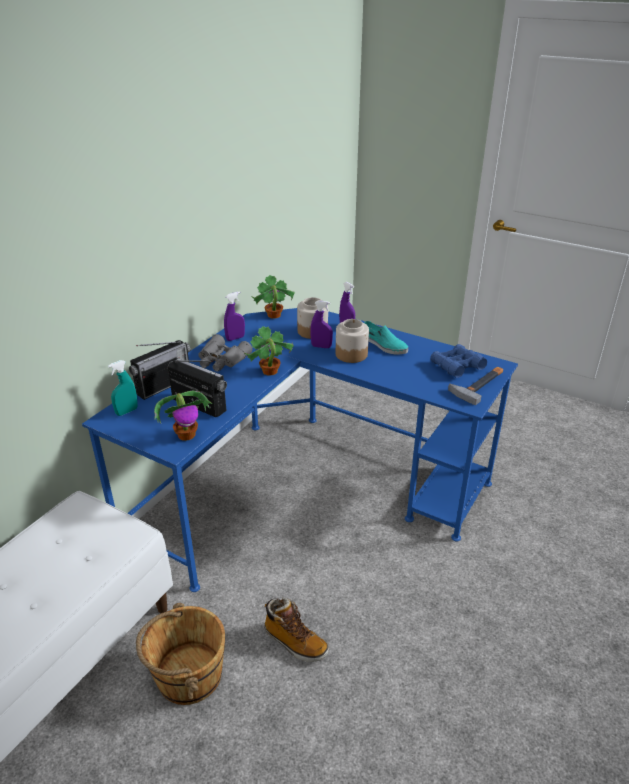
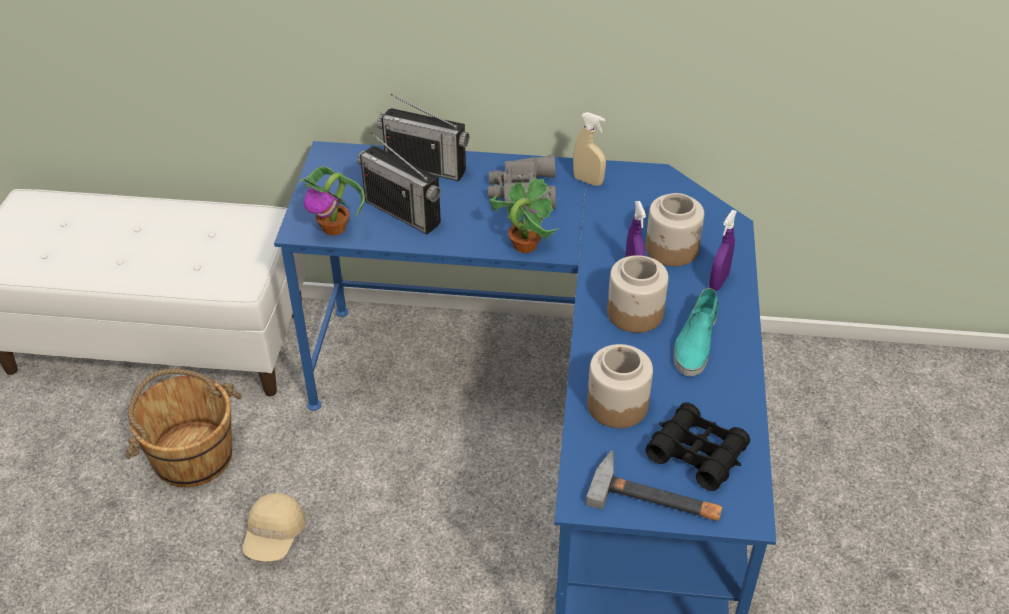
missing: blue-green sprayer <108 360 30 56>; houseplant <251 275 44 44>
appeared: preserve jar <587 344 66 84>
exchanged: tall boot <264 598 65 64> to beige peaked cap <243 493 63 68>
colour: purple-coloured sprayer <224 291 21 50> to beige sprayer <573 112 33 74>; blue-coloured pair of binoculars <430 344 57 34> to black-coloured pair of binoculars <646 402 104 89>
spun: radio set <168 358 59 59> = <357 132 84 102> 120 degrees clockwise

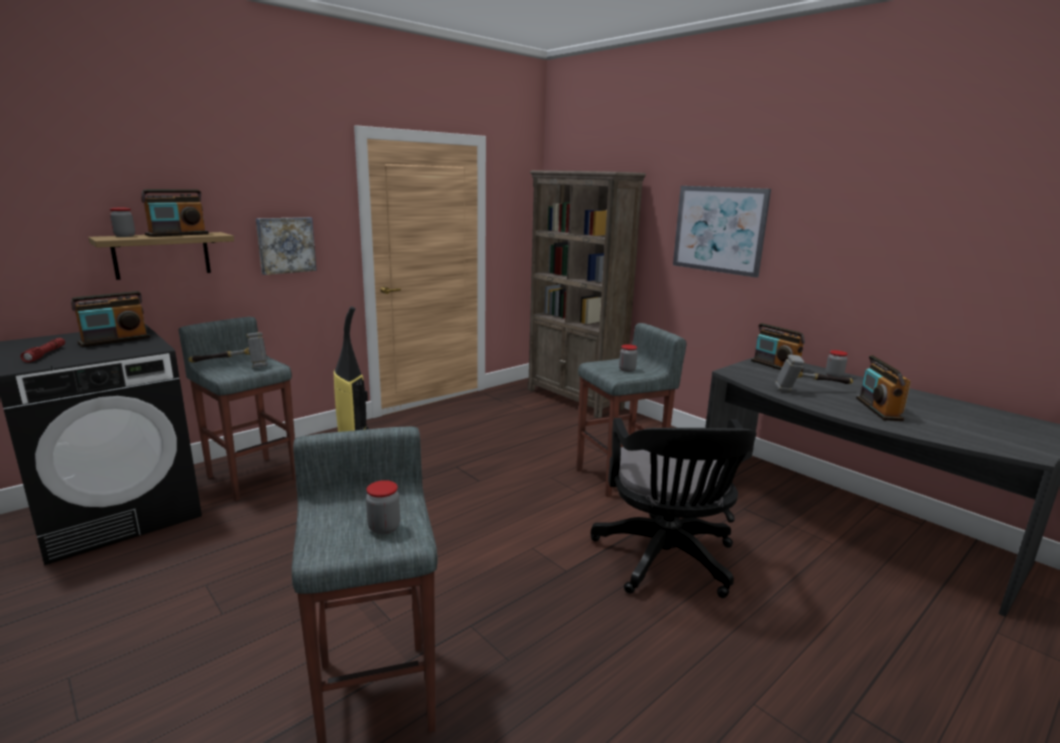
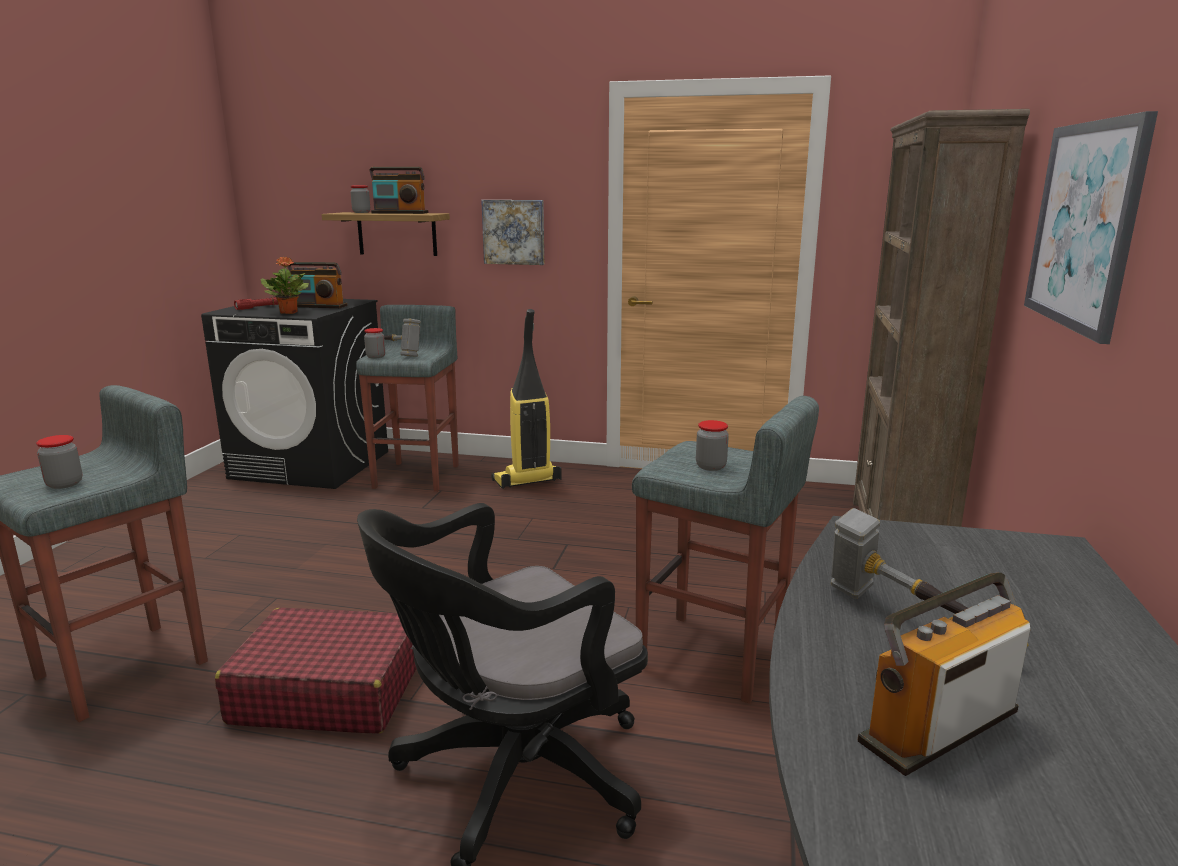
missing: radio set <751 323 54 49>
appeared: reddish piece of luggage <215 608 202 126>; houseplant <261 257 48 57>
relocated: preserve jar <825 350 23 27> to <364 328 21 31>

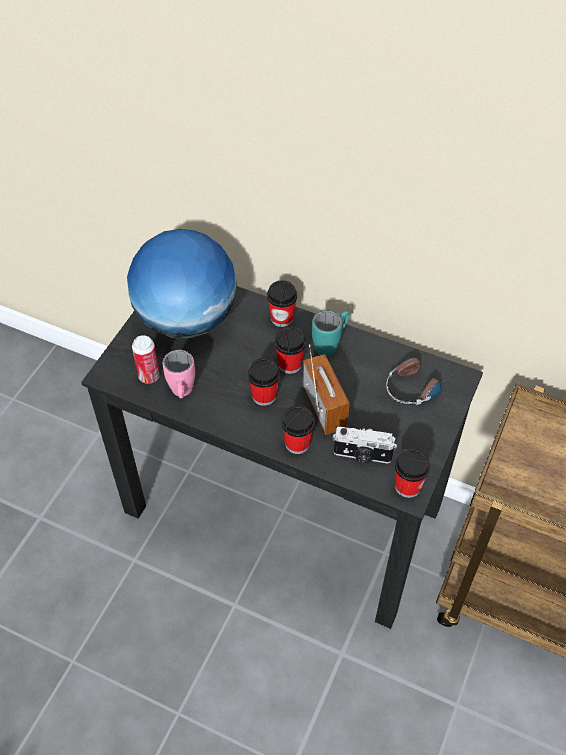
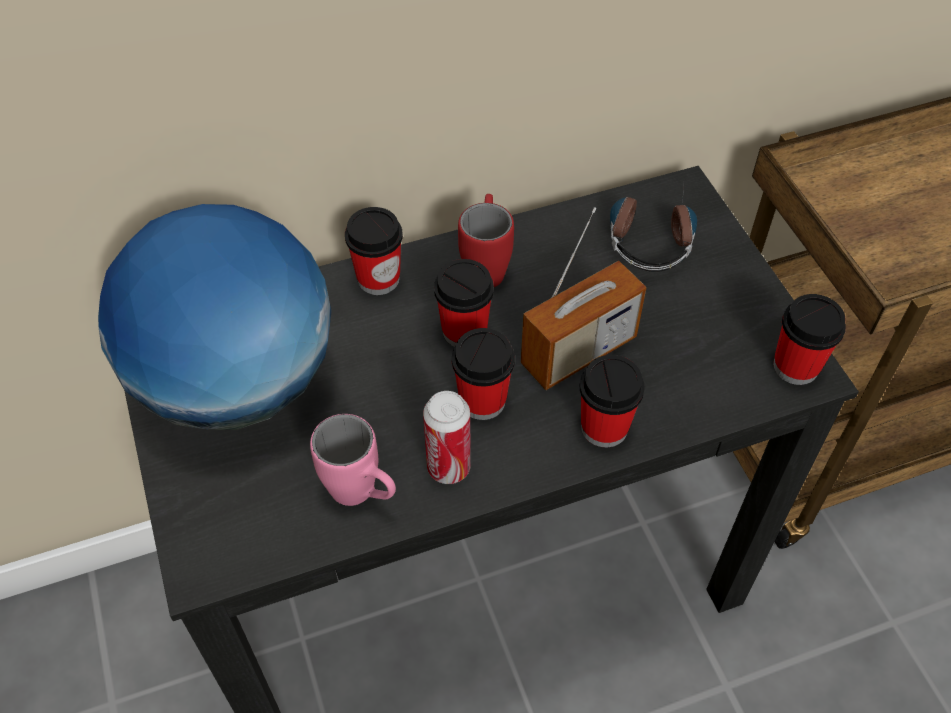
missing: photo camera <333 426 64 38>
relocated: can <132 335 28 49> to <423 391 48 93>
colour: blue-green mug <312 310 38 46> to reddish mug <458 194 56 93>
spun: radio set <303 344 47 91> = <521 207 125 183> 120 degrees clockwise

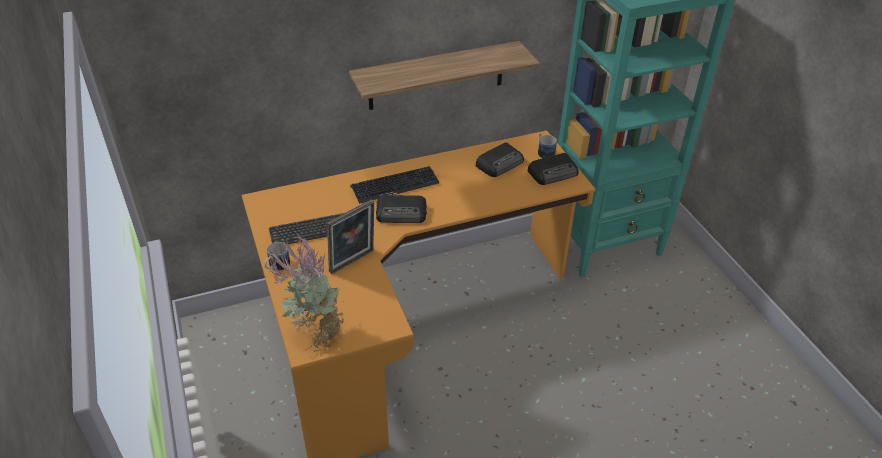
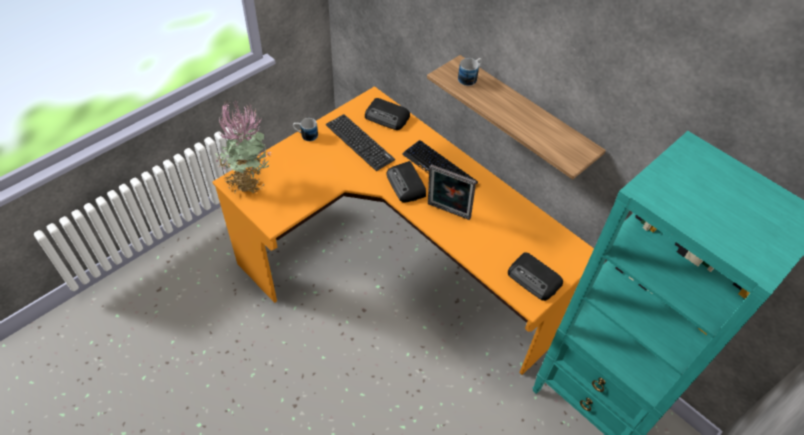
relocated: photo frame <327 199 47 75> to <428 164 48 56>; radio set <475 142 49 35> to <365 98 45 32>; mug <538 133 19 25> to <458 58 24 28>

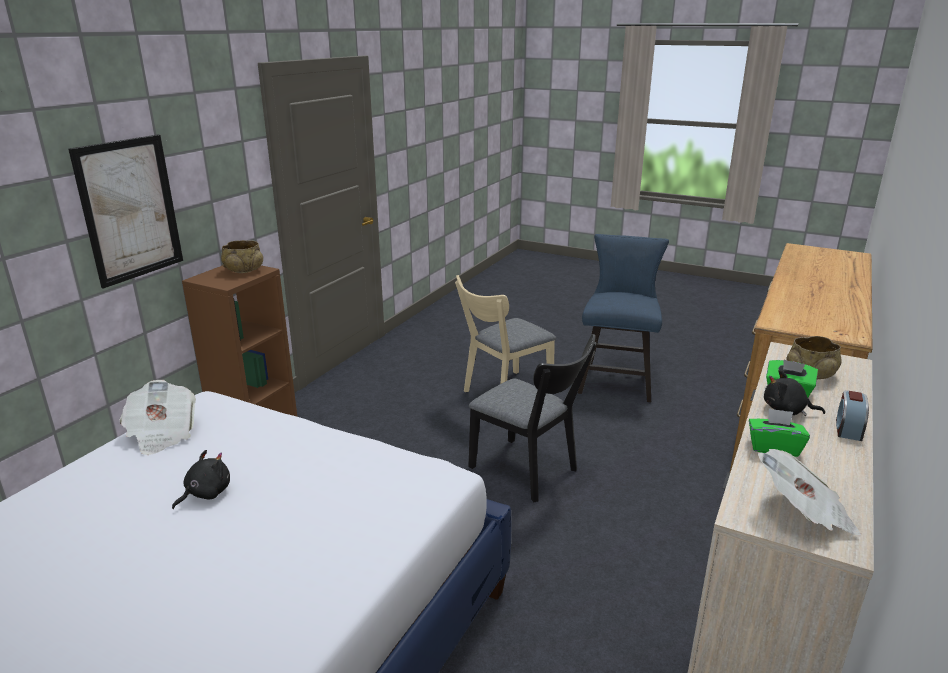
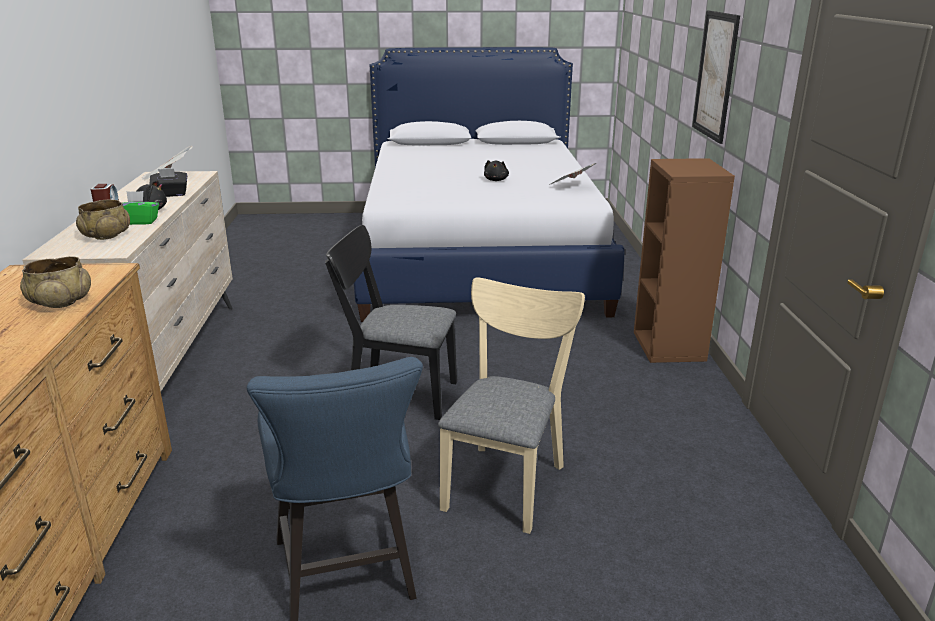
relocated: beige bowl <221 240 42 33> to <20 256 71 52>
colour: green-coloured box of tissues <749 408 61 49> to black-coloured box of tissues <149 169 38 28>

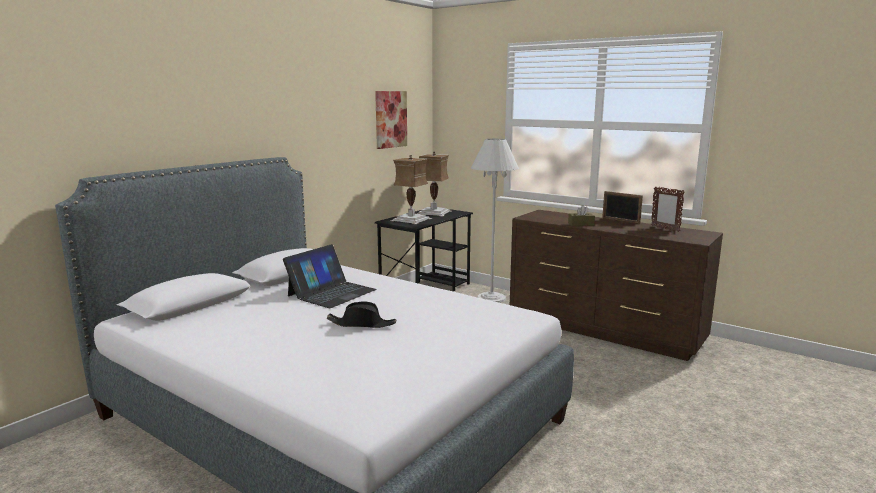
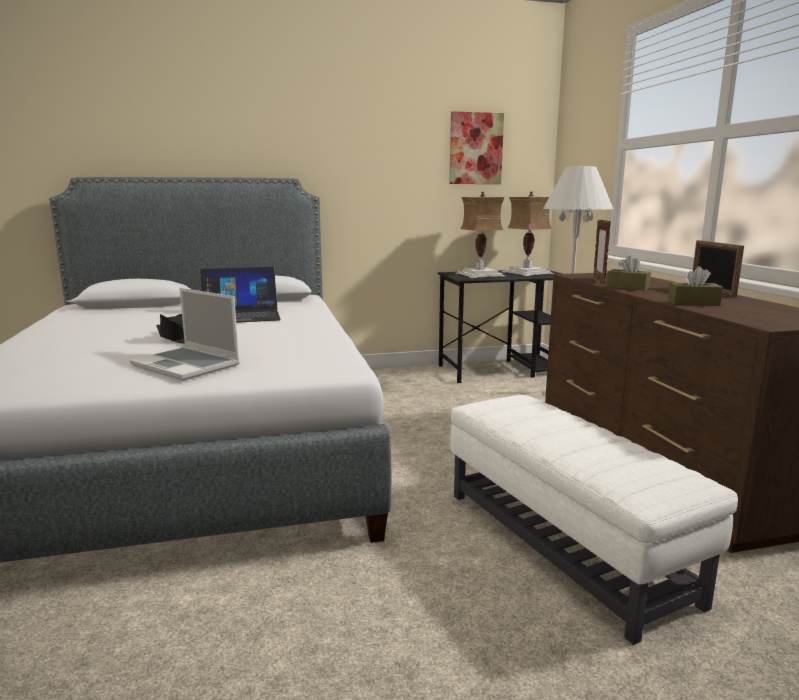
appeared: notebook computer <130 288 110 93>; white pouffe <450 395 288 250>; brown-coloured box of tissues <668 266 55 40>
relocated: photo frame <651 187 34 45> to <593 219 18 65>

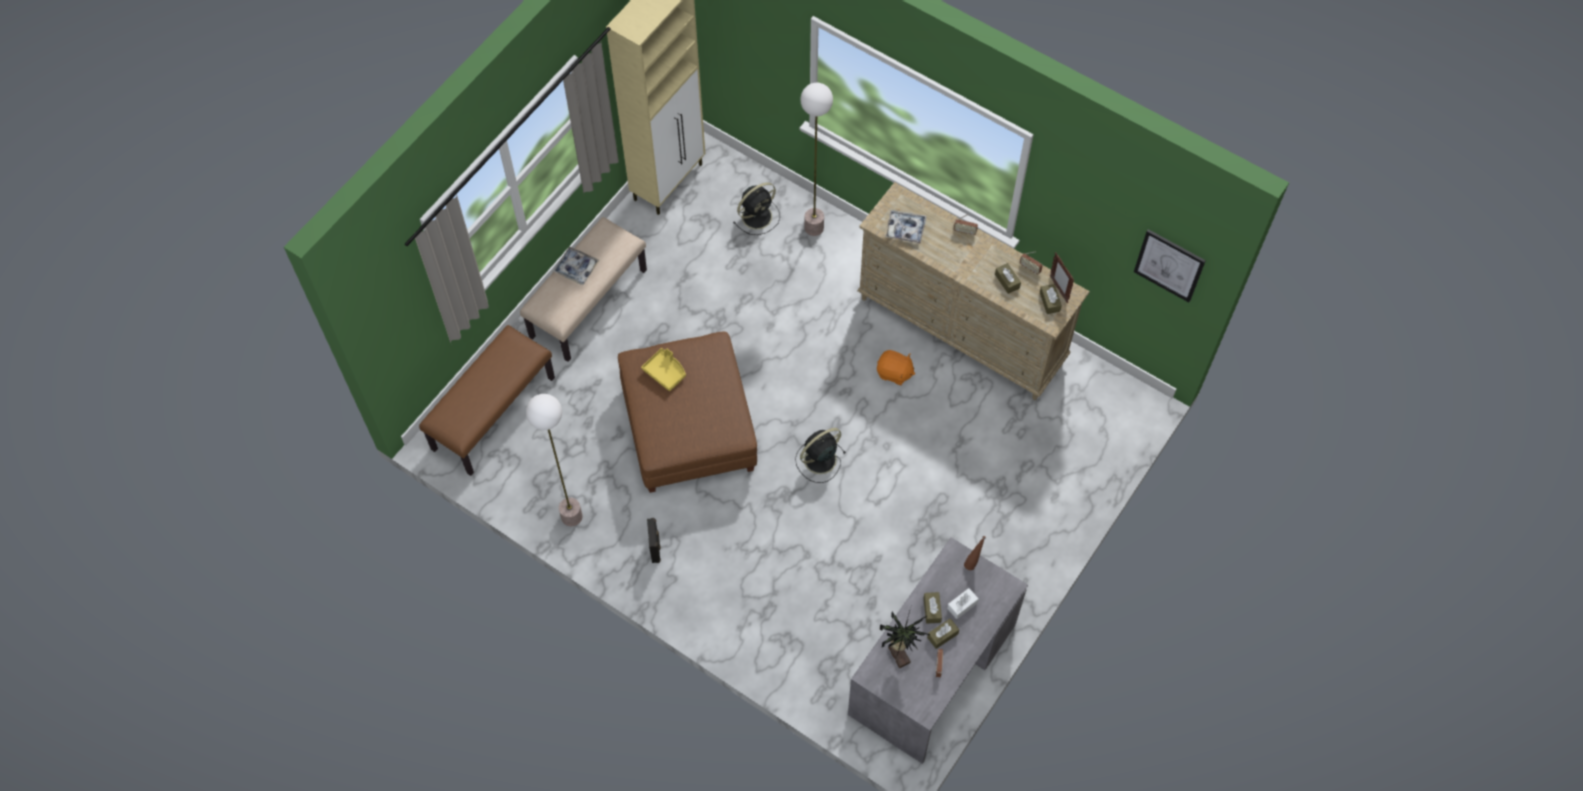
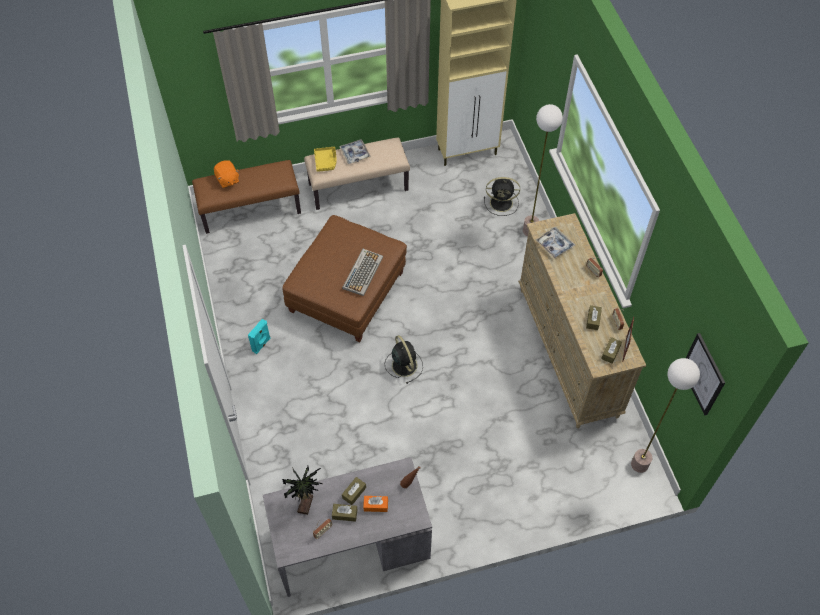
appeared: keyboard <342 249 41 47>
relocated: standard lamp <526 394 56 132> to <631 358 69 115>; yellow-coloured tray <641 348 45 43> to <314 147 23 25>; orangey cuddly toy <877 350 38 35> to <214 160 25 28>
colour: black-coloured loudspeaker <647 518 14 45> to blue-green loudspeaker <248 319 23 35>; white box of tissues <947 588 32 31> to orangey box of tissues <363 496 25 16>
spun: black-coloured electric fan <795 428 51 55> = <384 335 39 49> 60 degrees clockwise

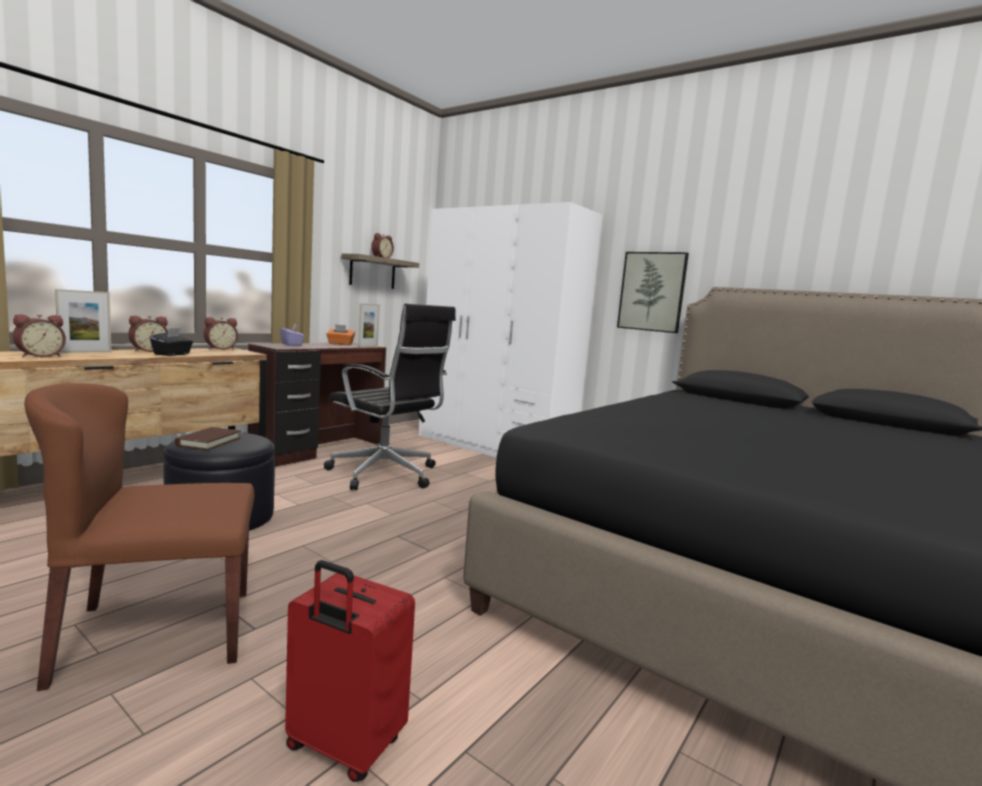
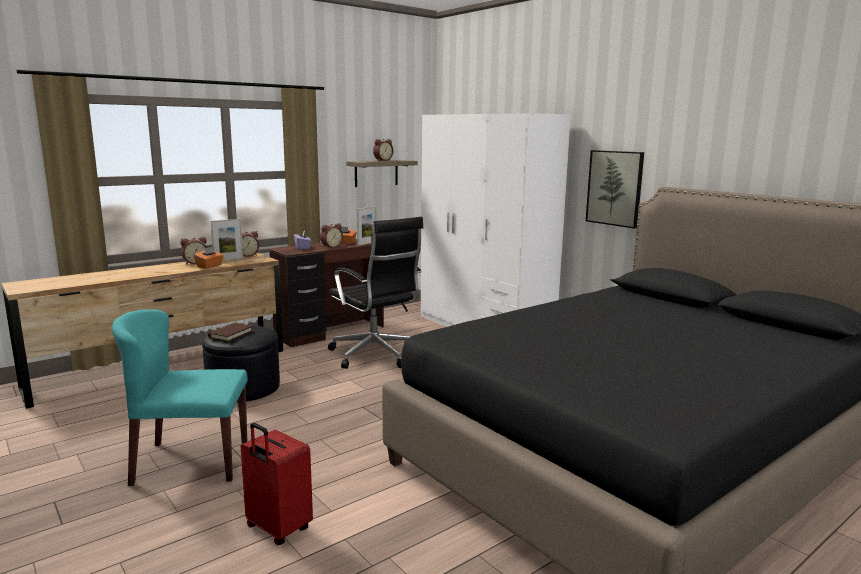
relocated: bedside clock <13 314 53 43> to <320 223 23 25>; photo frame <55 289 56 64> to <211 219 32 42>
colour: brown-coloured chair <24 383 230 308> to blue-green chair <112 309 136 177>; black-coloured box of tissues <150 328 43 28> to orangey box of tissues <194 246 30 23>

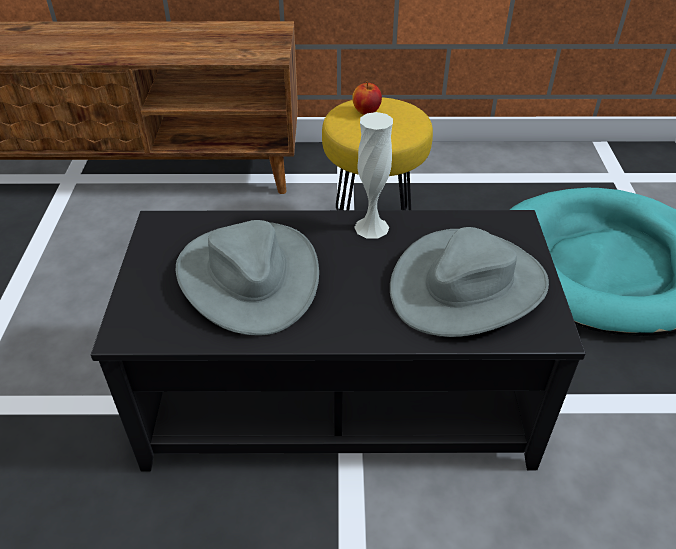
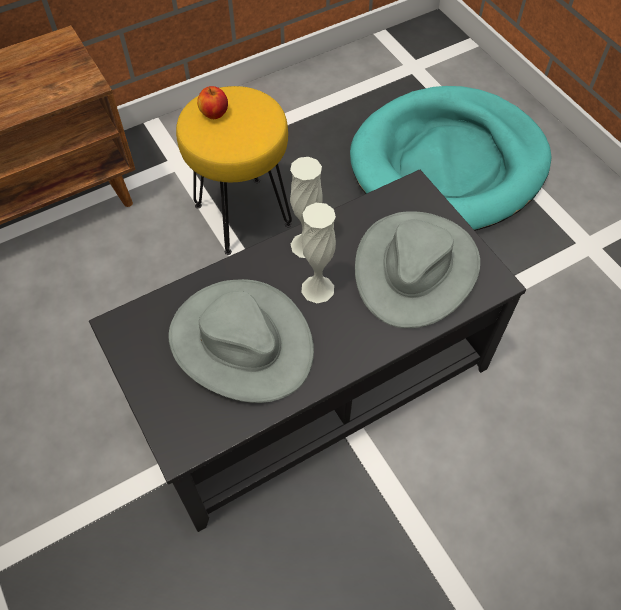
appeared: white vase <301 203 35 100>

